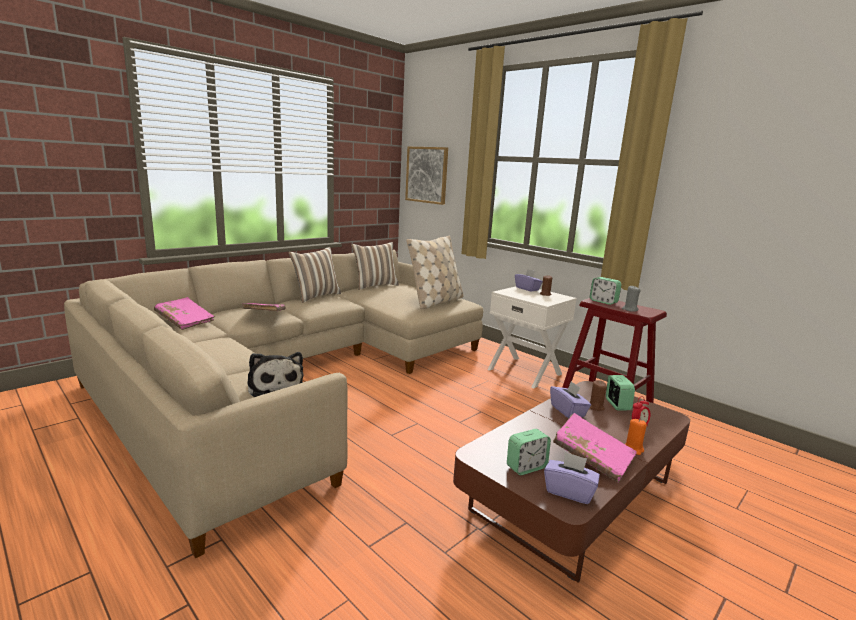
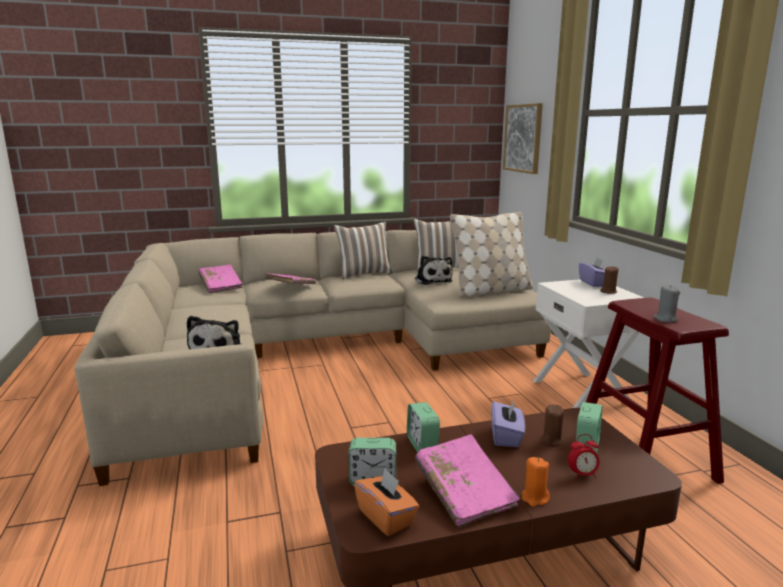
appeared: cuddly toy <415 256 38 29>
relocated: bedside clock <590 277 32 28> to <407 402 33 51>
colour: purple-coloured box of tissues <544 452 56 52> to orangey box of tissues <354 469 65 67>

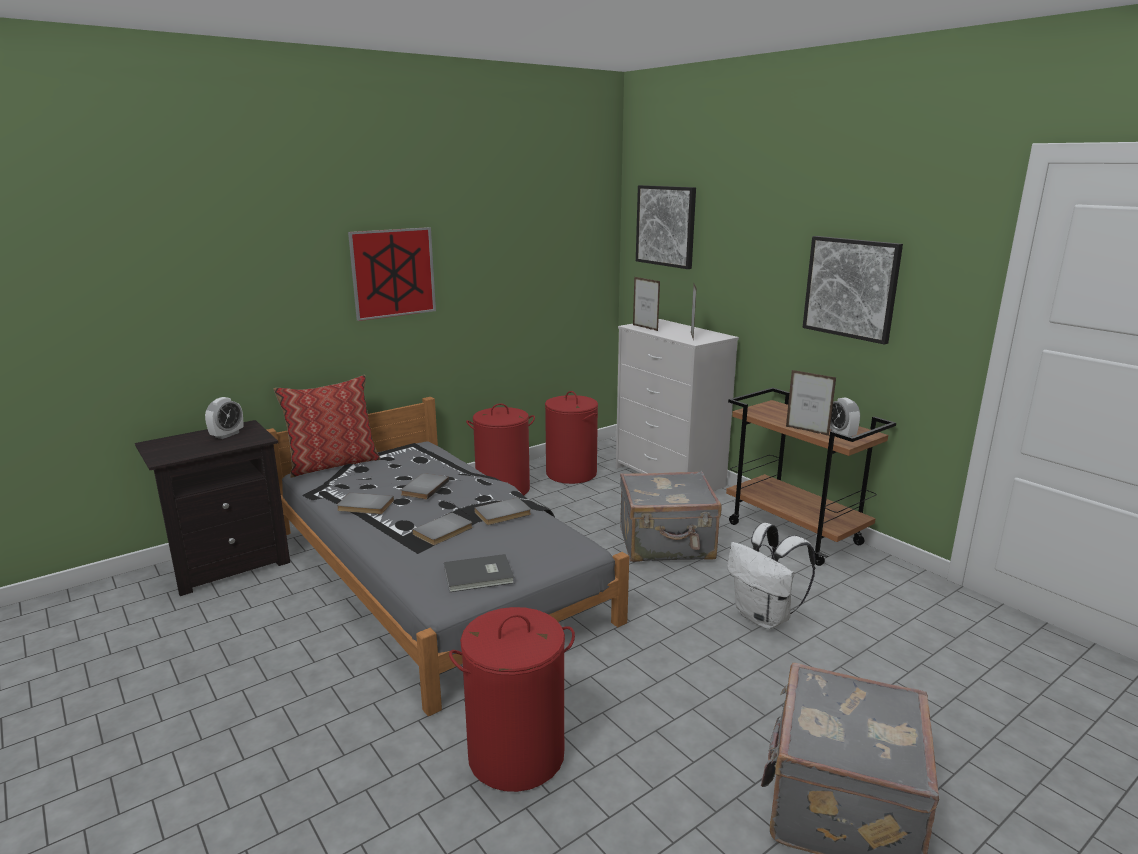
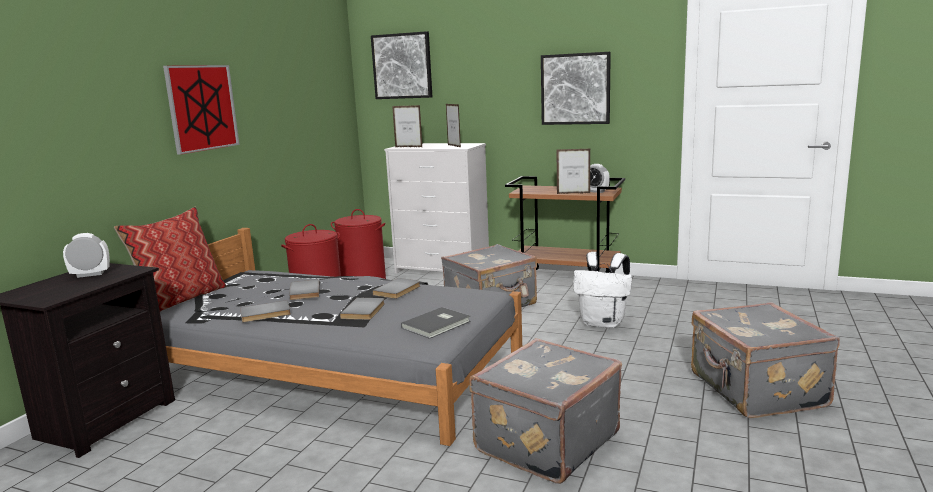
exchanged: reddish laundry basket <449 607 126 185> to greyish piece of luggage <469 338 153 146>
spun: bedside clock <205 397 38 42> = <63 233 47 45> 105 degrees counterclockwise

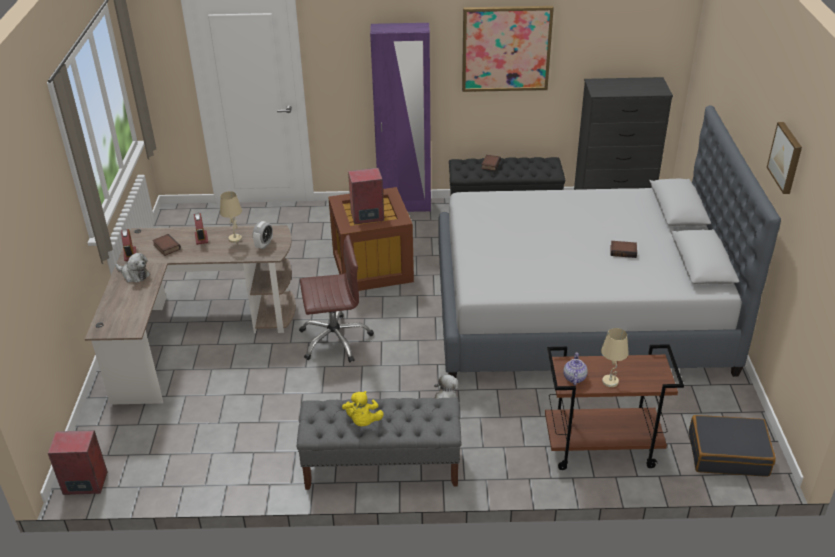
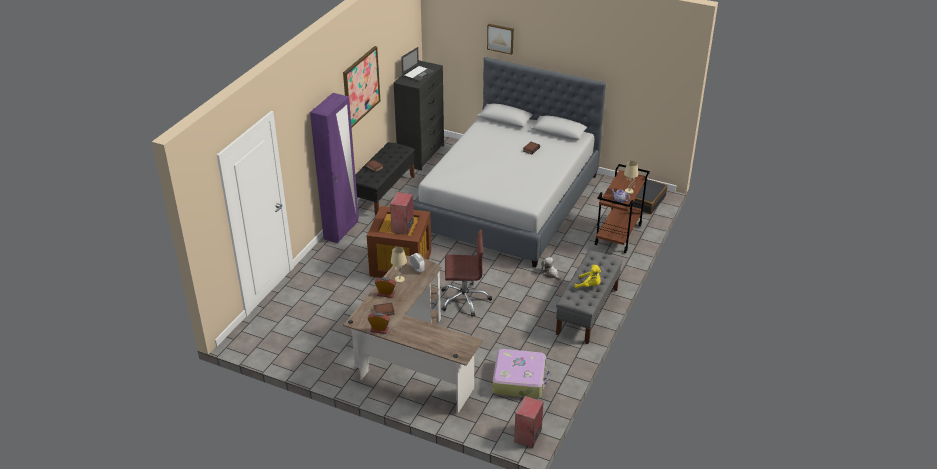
missing: cuddly toy <115 253 35 30>
appeared: notebook computer <401 47 34 35>; piece of luggage <492 349 58 50>
relocated: wall picture <767 122 35 72> to <487 24 27 31>
spun: brown-coloured office chair <299 235 75 127> = <441 230 51 87> 75 degrees clockwise

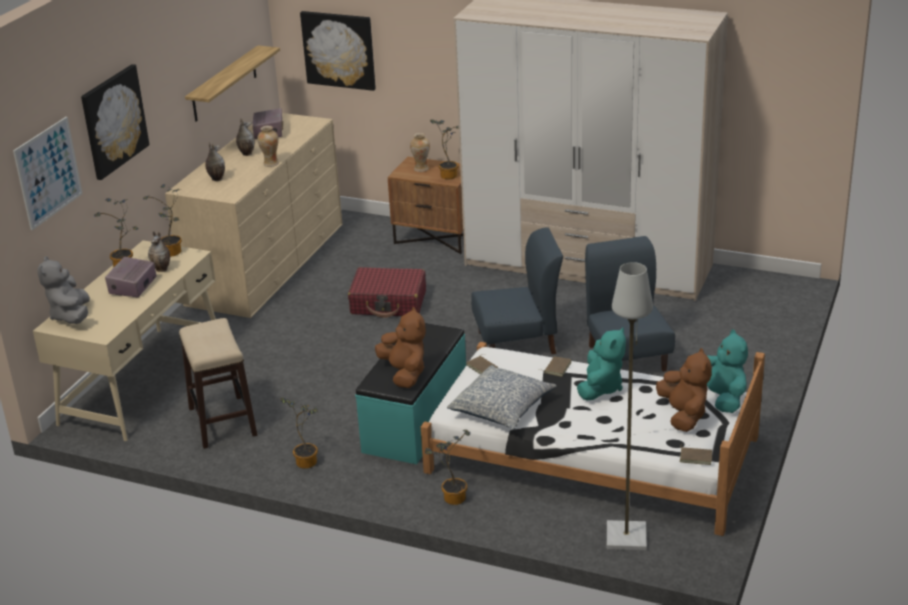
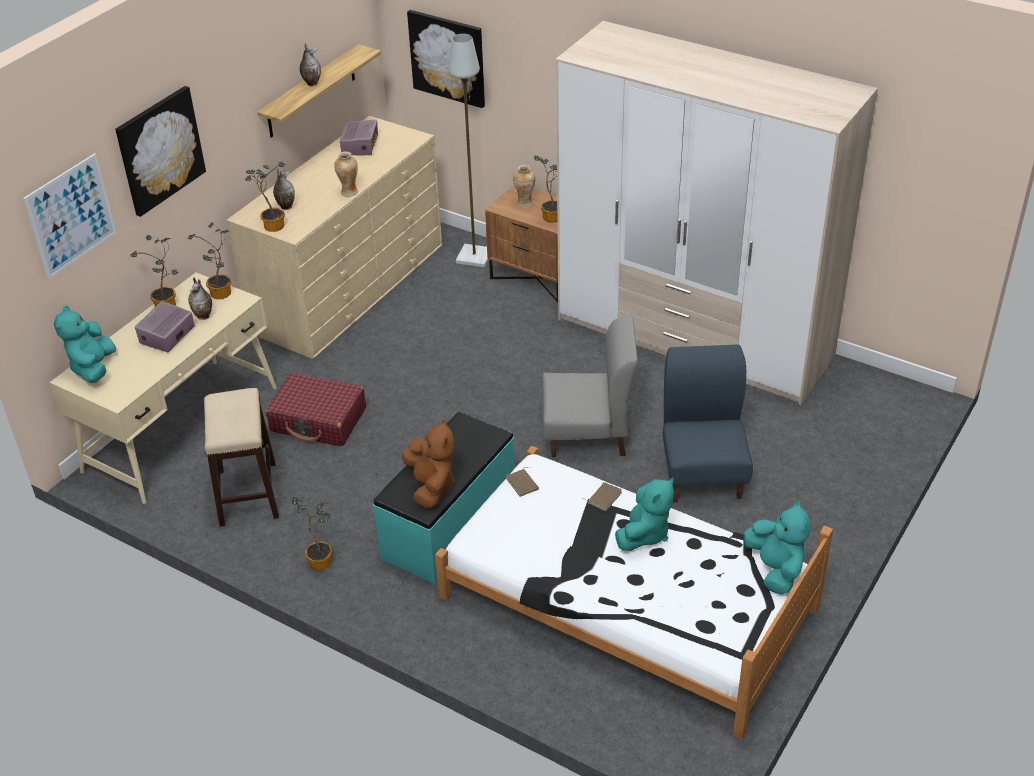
missing: throw pillow <447 365 109 65>; brown-coloured cuddly toy <656 348 56 84>; brown-coloured bound book <680 444 32 21>
relocated: vase <236 118 19 38> to <300 43 21 43>; reddish piece of luggage <348 267 78 51> to <266 373 100 73>; houseplant <425 430 46 75> to <245 162 40 70>; greyish standard lamp <607 262 46 289> to <448 34 41 233>
colour: greyish cuddly toy <37 256 53 68> to blue-green cuddly toy <54 305 62 78>; blue-coloured chair <471 227 92 127> to greyish chair <542 316 96 141>

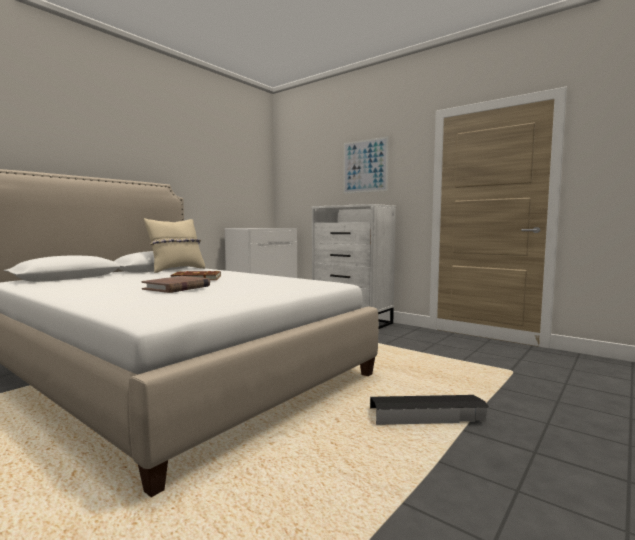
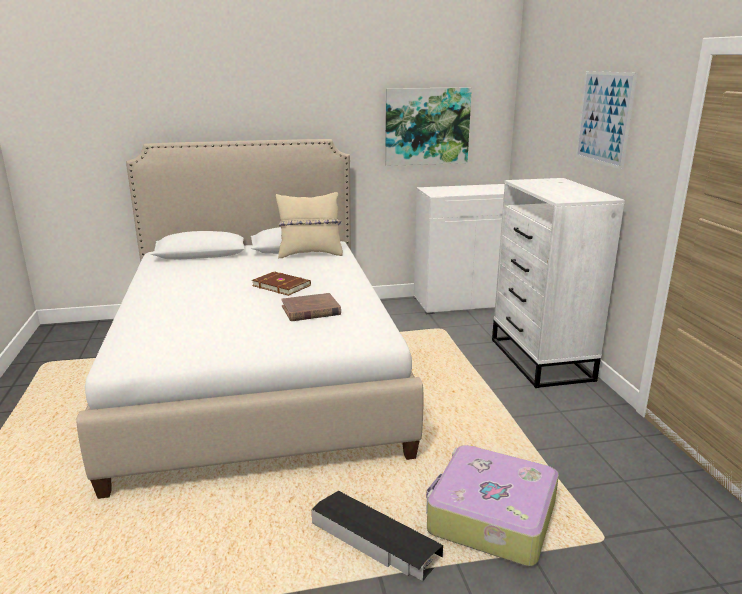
appeared: wall picture <385 88 87 78>; piece of luggage <426 445 133 121>
relocated: brown-coloured bound book <142 276 68 17> to <281 293 60 28>

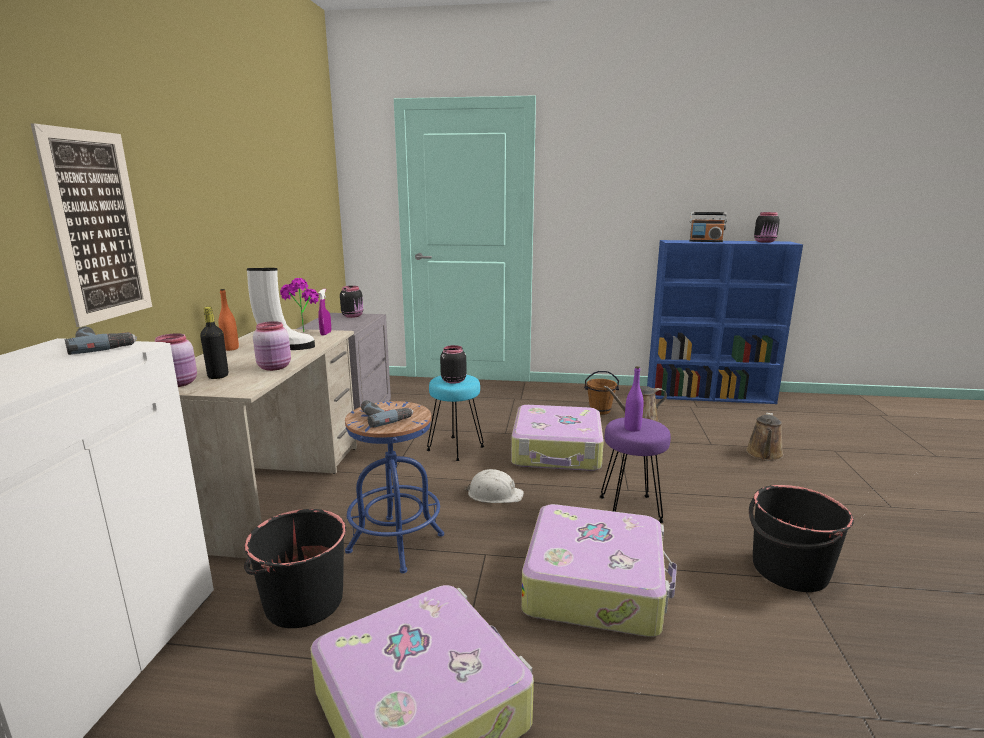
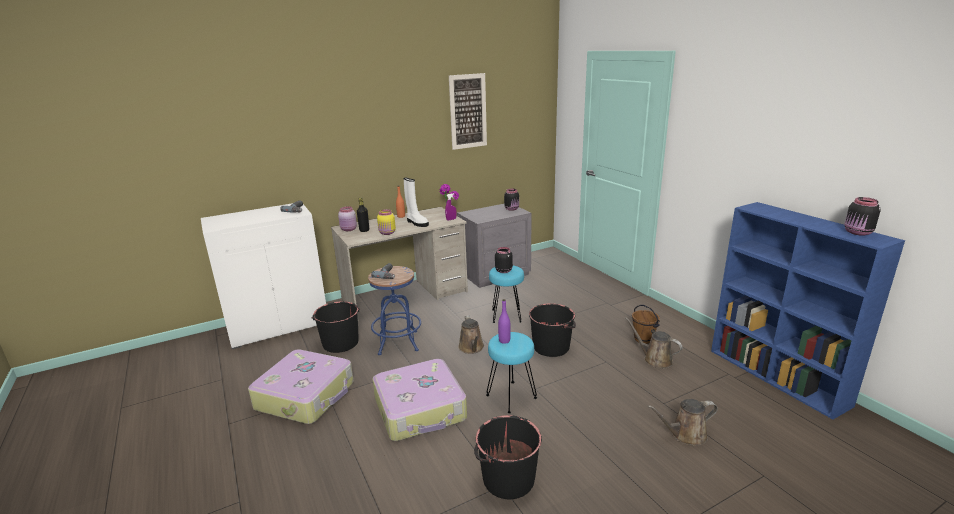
missing: radio set <689 212 38 30>
relocated: wall picture <31 123 121 204> to <449 73 38 77>
exchanged: white hard hat <464 469 60 34> to brown-coloured watering pot <458 316 26 38>; piece of luggage <511 405 93 66> to black-coloured bucket <529 303 47 54>
colour: pinkish preserve jar <253 321 38 50> to yellow-coloured preserve jar <377 209 19 26>; purple-coloured sitting stool <600 417 71 106> to blue-green sitting stool <486 332 51 81>

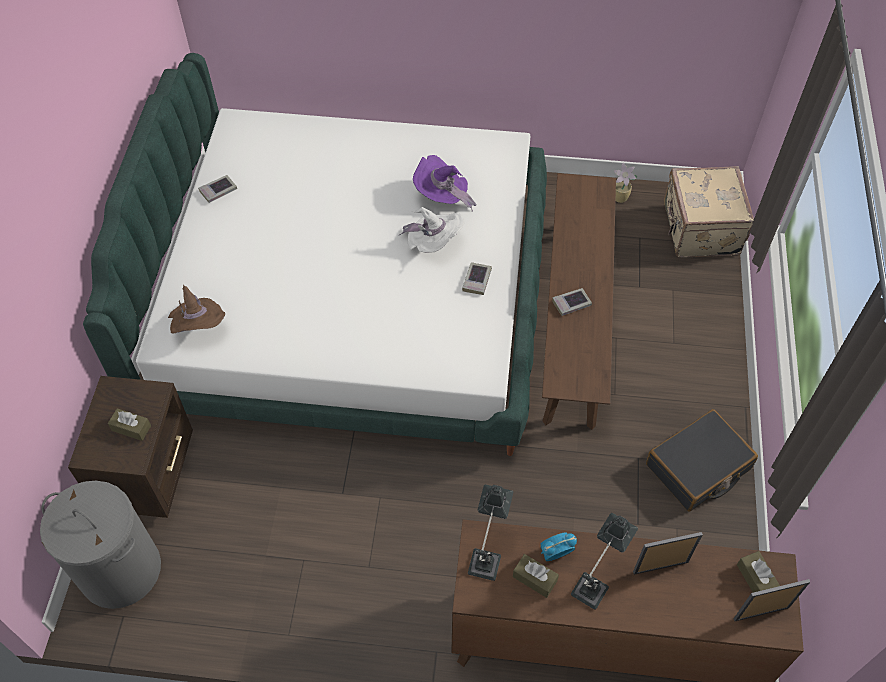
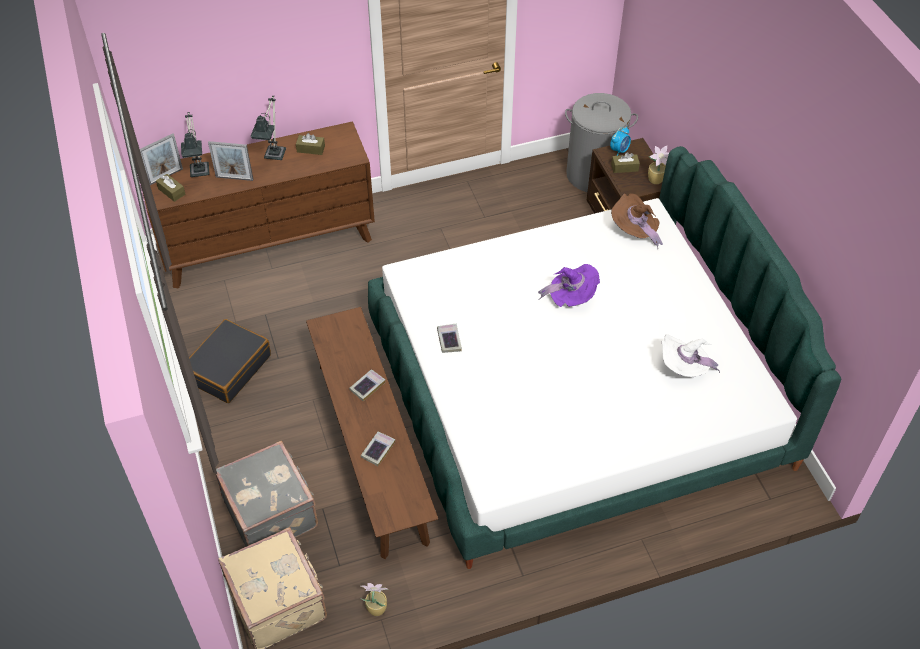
appeared: greyish piece of luggage <216 441 102 106>; houseplant <648 146 21 38>
relocated: bound book <198 175 39 28> to <361 432 34 34>; white clothing hat <399 207 65 46> to <662 334 58 43>; purple-coloured clothing hat <413 155 63 56> to <538 264 62 43>; lamp for a table <468 484 45 97> to <181 112 28 65>; bedside clock <541 532 36 29> to <610 127 21 29>
spun: photo frame <633 532 70 43> = <208 141 45 40> 45 degrees clockwise

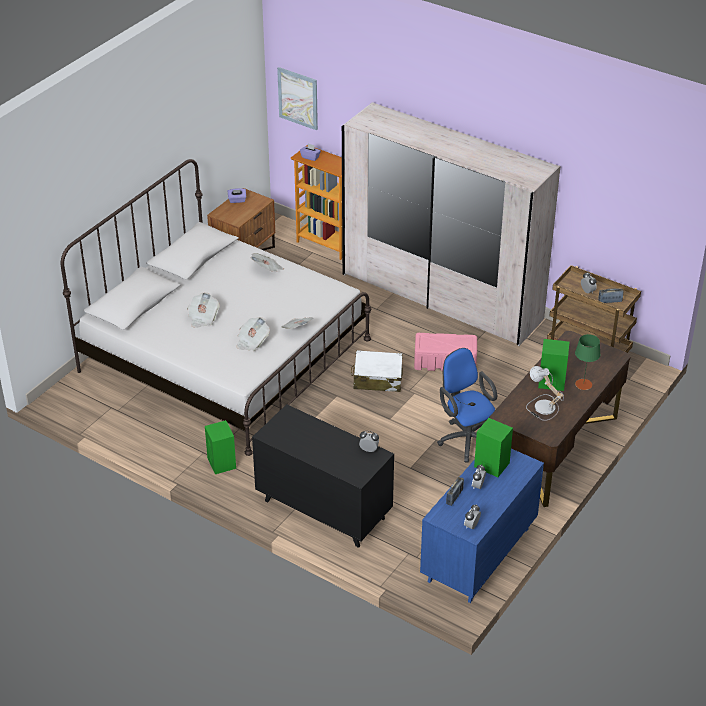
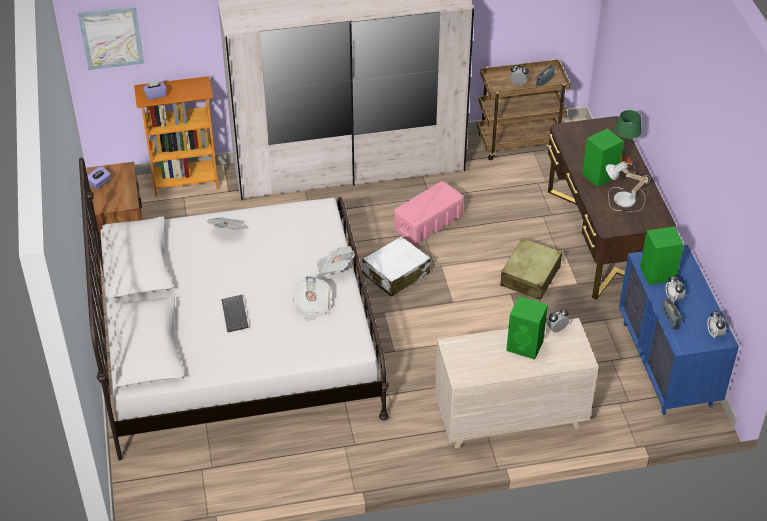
relocated: green-coloured loudspeaker <205 420 31 54> to <506 296 42 64>
exchanged: daily paper <187 292 33 36> to keyboard <221 295 28 37>; blue-coloured office chair <437 348 60 115> to beige piece of luggage <500 238 62 62>
colour: black-coloured drawer chest <252 404 142 144> to beige drawer chest <435 318 164 130>

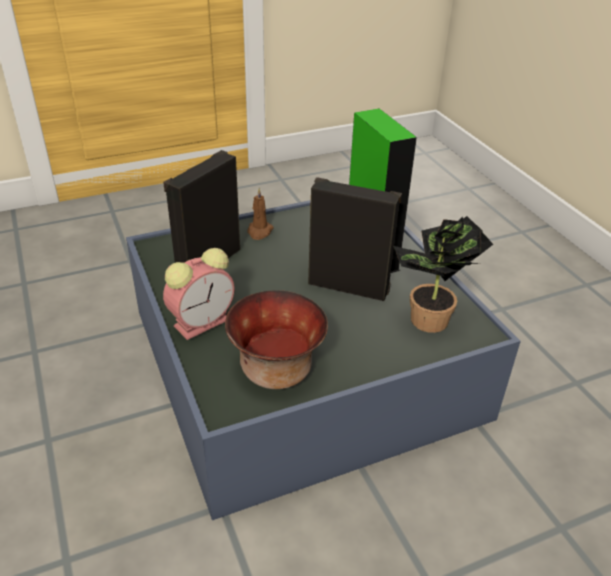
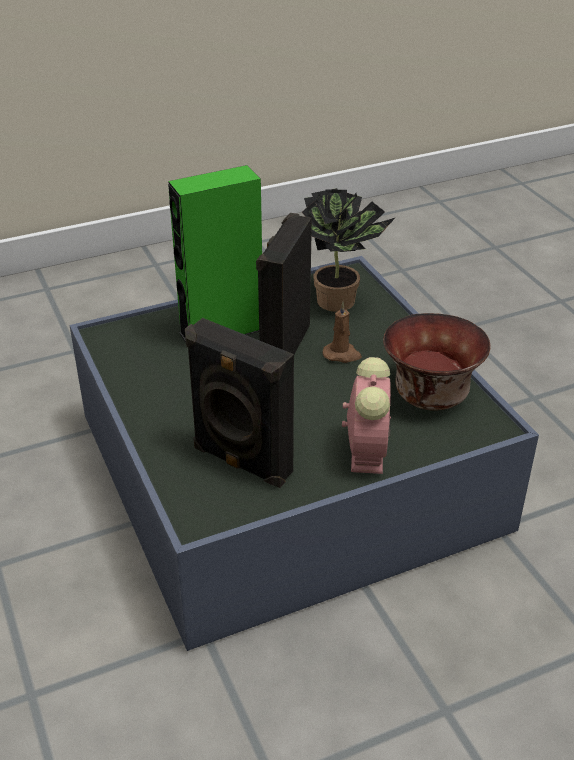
relocated: brown-coloured candle <247 188 27 52> to <323 302 39 61>
spun: bedside clock <163 248 72 92> = <342 357 49 117> 45 degrees clockwise

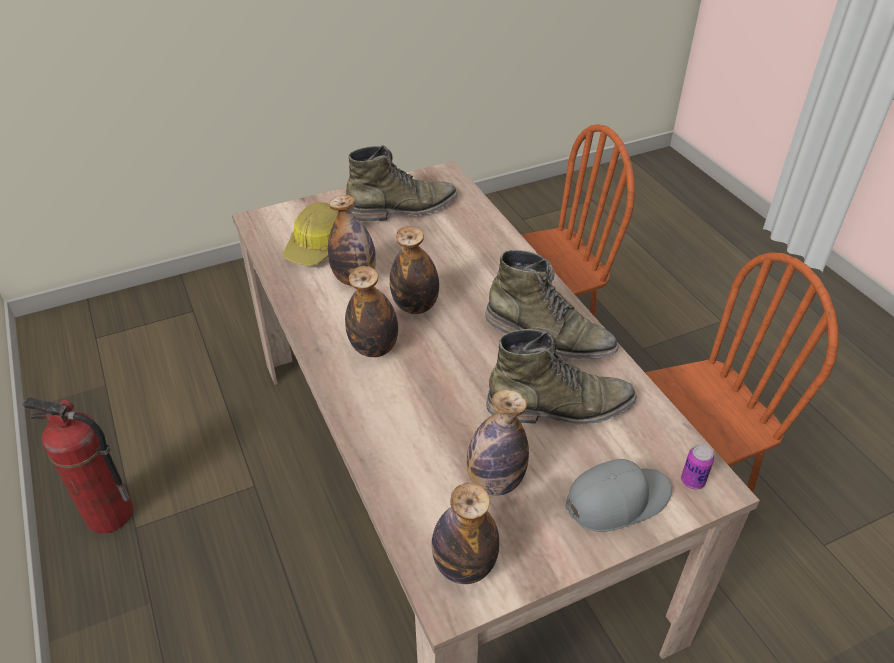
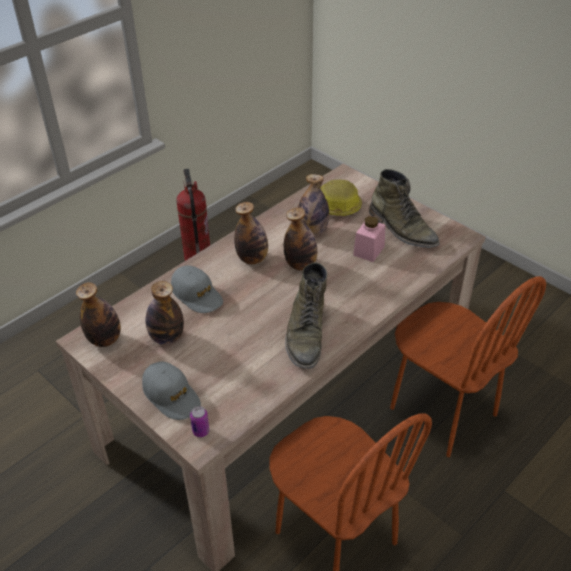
missing: green-coloured tall boot <486 329 151 96>
appeared: greyish peaked cap <171 265 52 48>; pinkish preserve jar <353 216 32 46>

